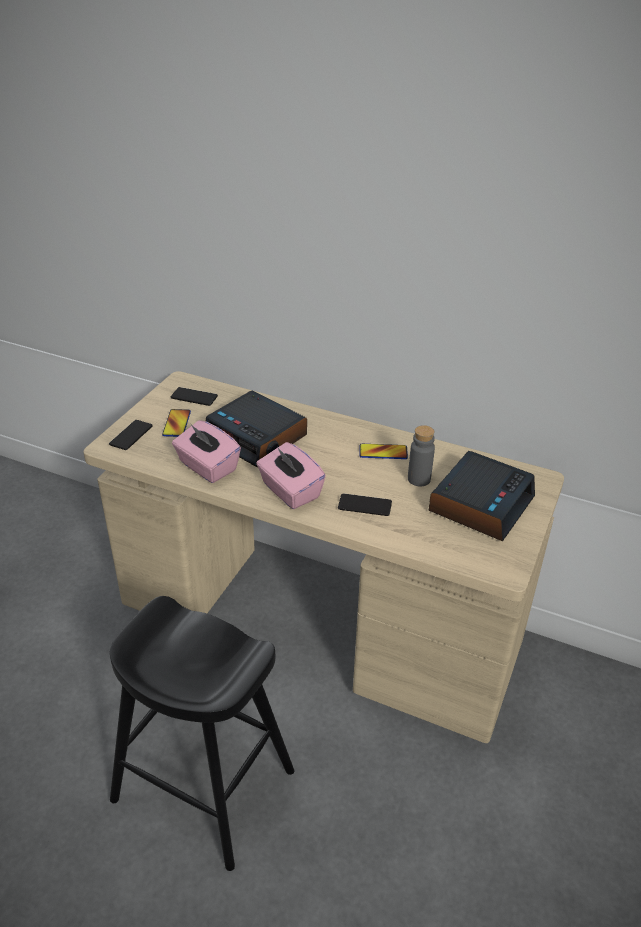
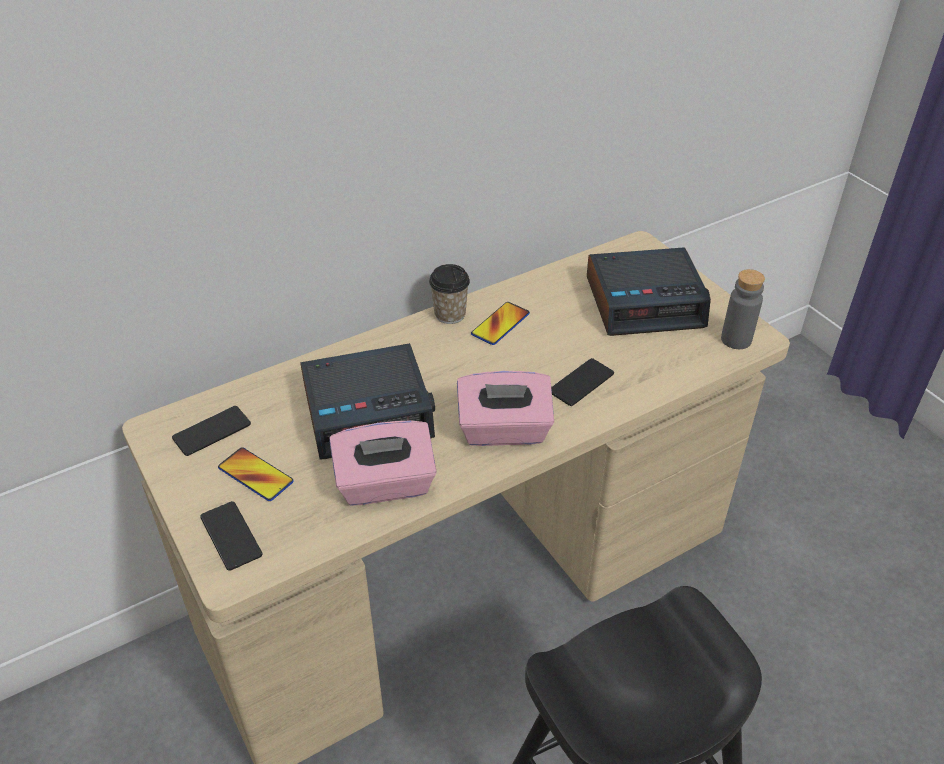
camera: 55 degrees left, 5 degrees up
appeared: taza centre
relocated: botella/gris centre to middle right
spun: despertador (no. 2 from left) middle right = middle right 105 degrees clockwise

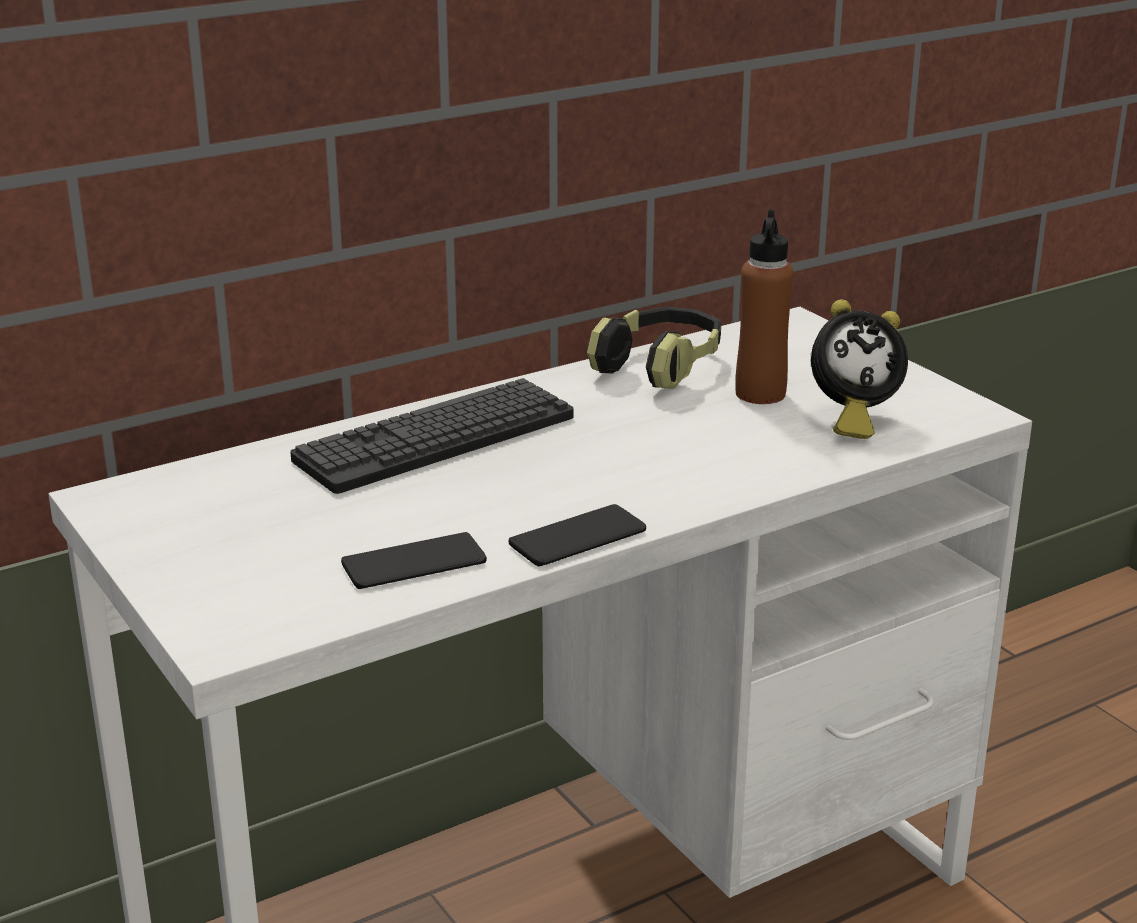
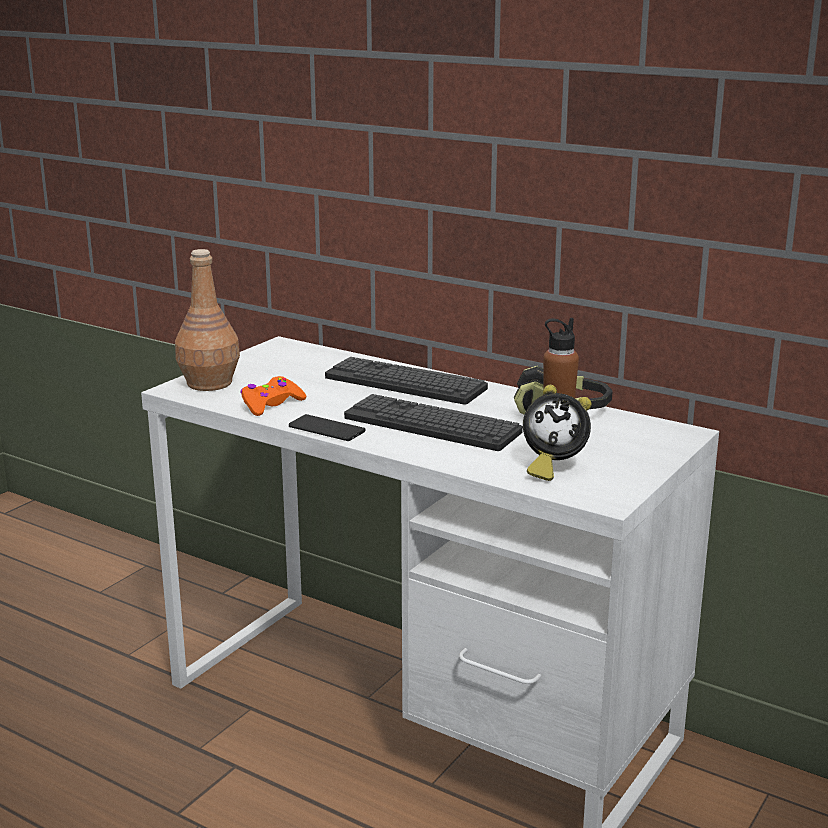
camera: 65 degrees right, 5 degrees down
appeared: botella/marrón (no. 1 from left) middle left; teclado (no. 2 from left) centre
exchanged: móvil (no. 1 from left) centre to mando de consola/naranja middle left
spun: despertador middle right = middle right 45 degrees counterclockwise

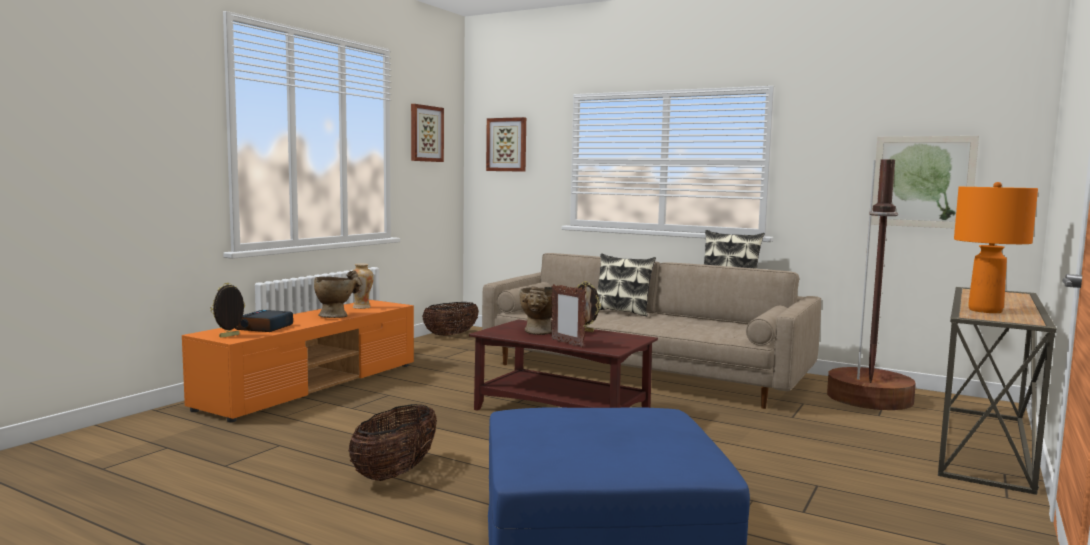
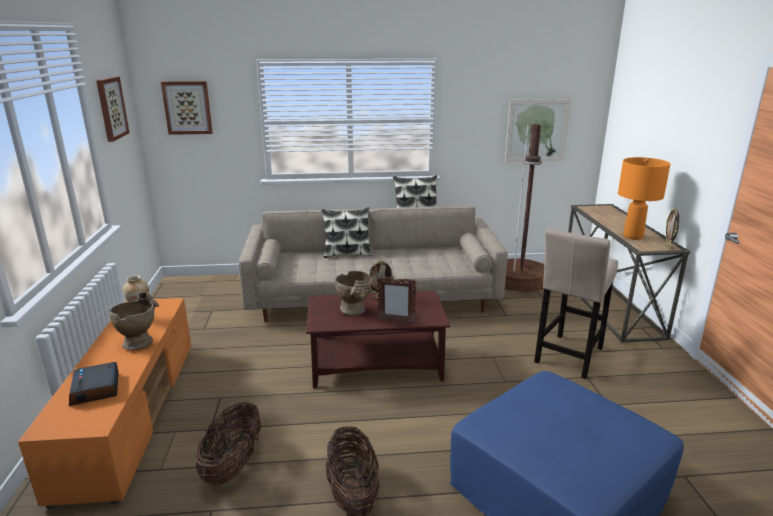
camera: 35 degrees left, 15 degrees up
appeared: taburete/beis middle right
relocated: portarretratos (no. 1 from left in the first image) middle left to portarretratos (no. 3 from left) middle right; cesta (no. 2 from left in the first image) centre to cesta (no. 1 from left) bottom left

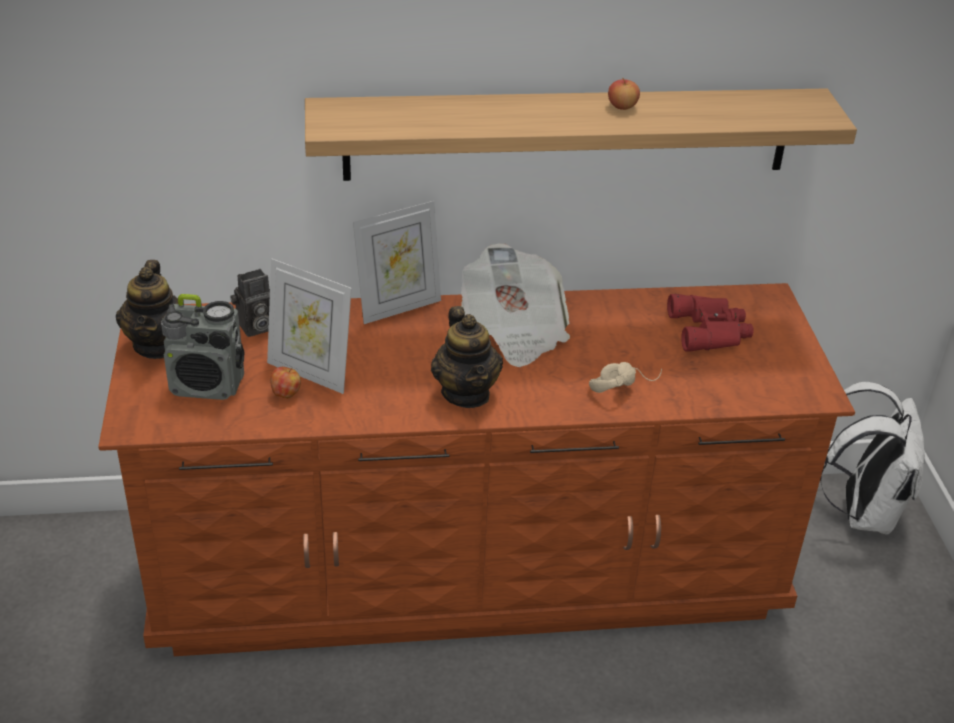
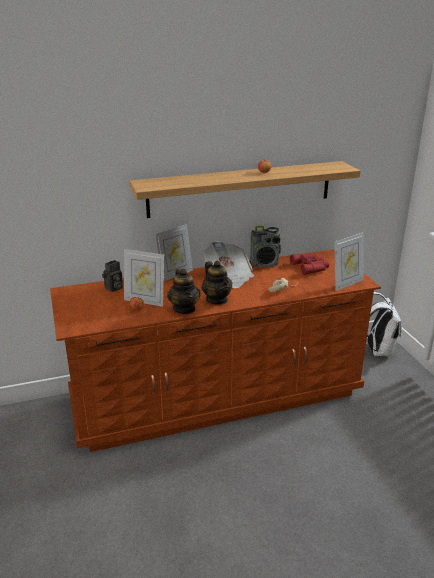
camera: 10 degrees left, 10 degrees down
appeared: portarretratos (no. 3 from left) middle right
relocated: tetera (no. 1 from left) middle left to centre; radio middle left to centre

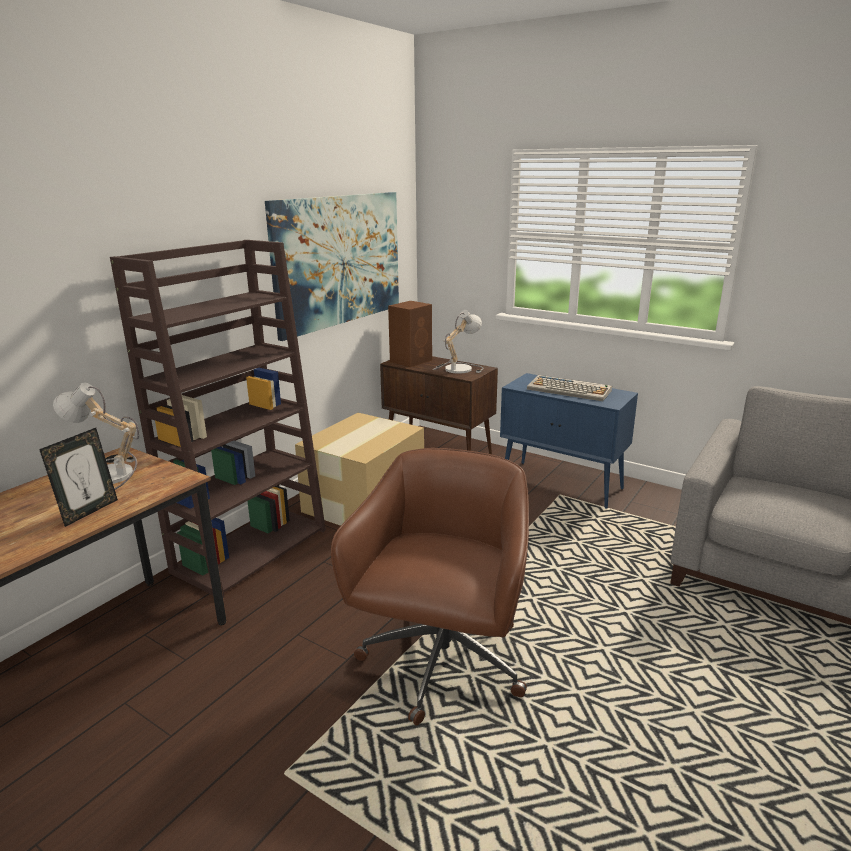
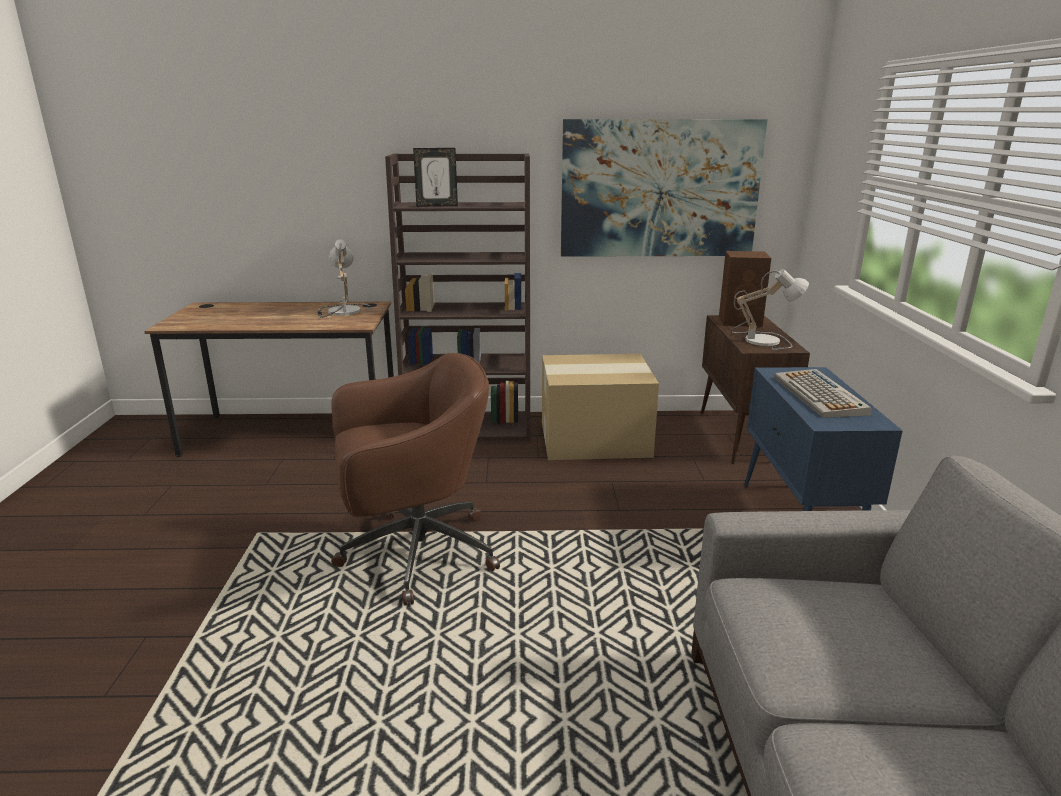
camera: 55 degrees right, 0 degrees up
relocated: portarretratos middle left to top centre

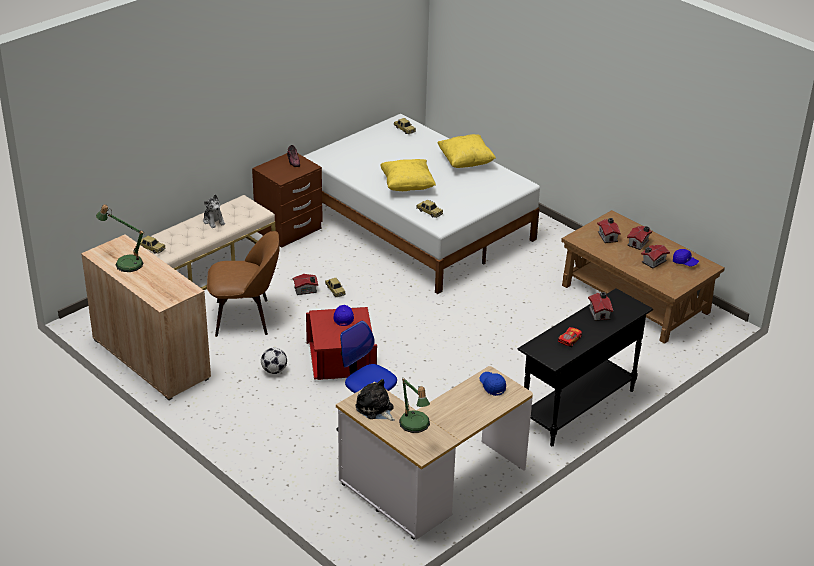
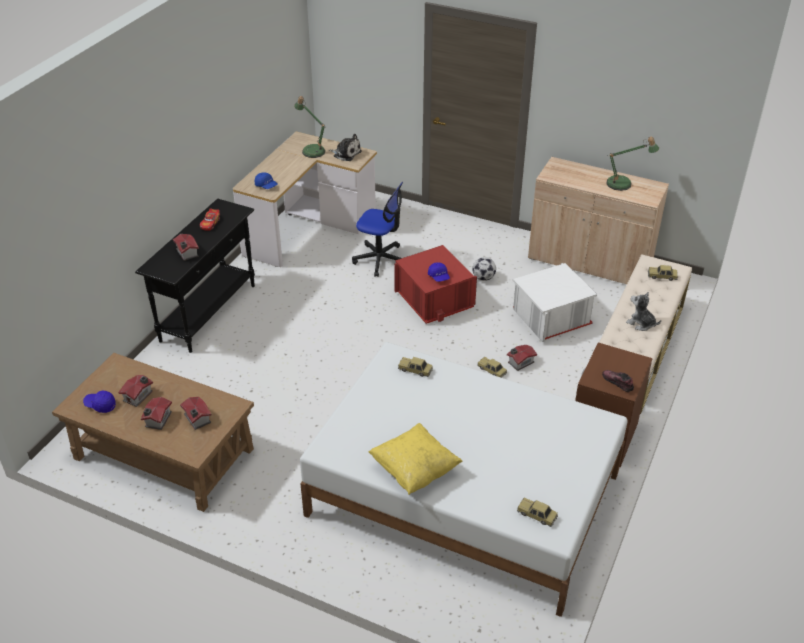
camera: 160 degrees right, 5 degrees up
missing: cojín/amarillo (no. 1 from left) top centre
exchanged: silla/marrón middle left to caja de almacenaje/blanco middle right

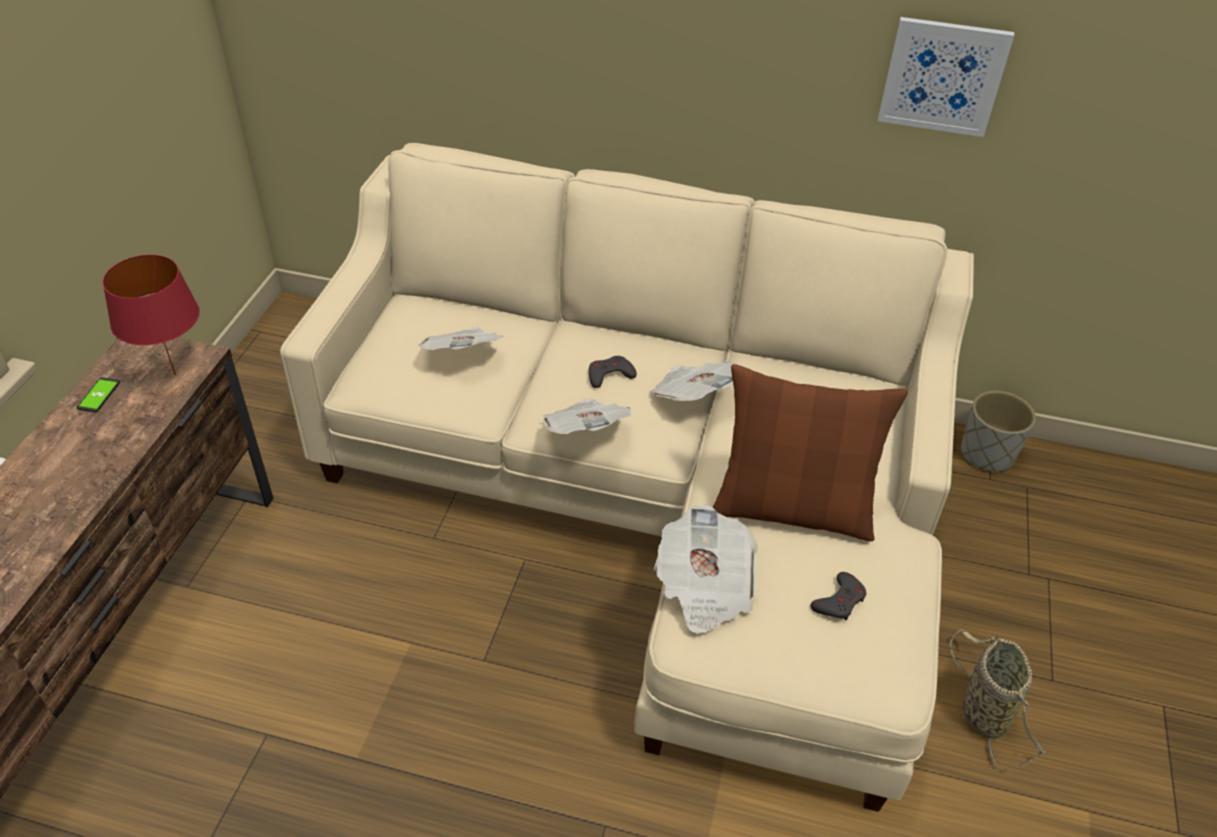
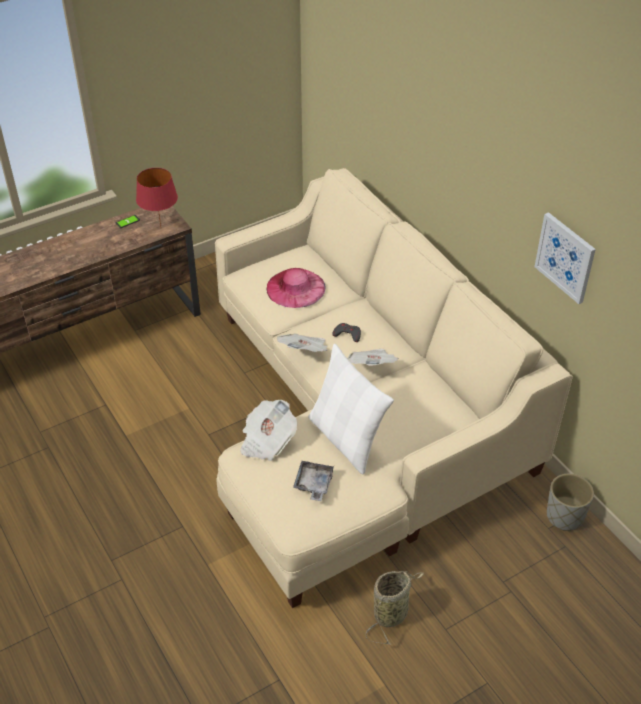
camera: 45 degrees right, 0 degrees up
exchanged: periódico (no. 1 from left) centre to sombrero/rosa centre; mando de consola/gris (no. 2 from left) bottom right to bandeja/gris bottom centre
colour: cojín/marrón centre to cojín/blanco centre

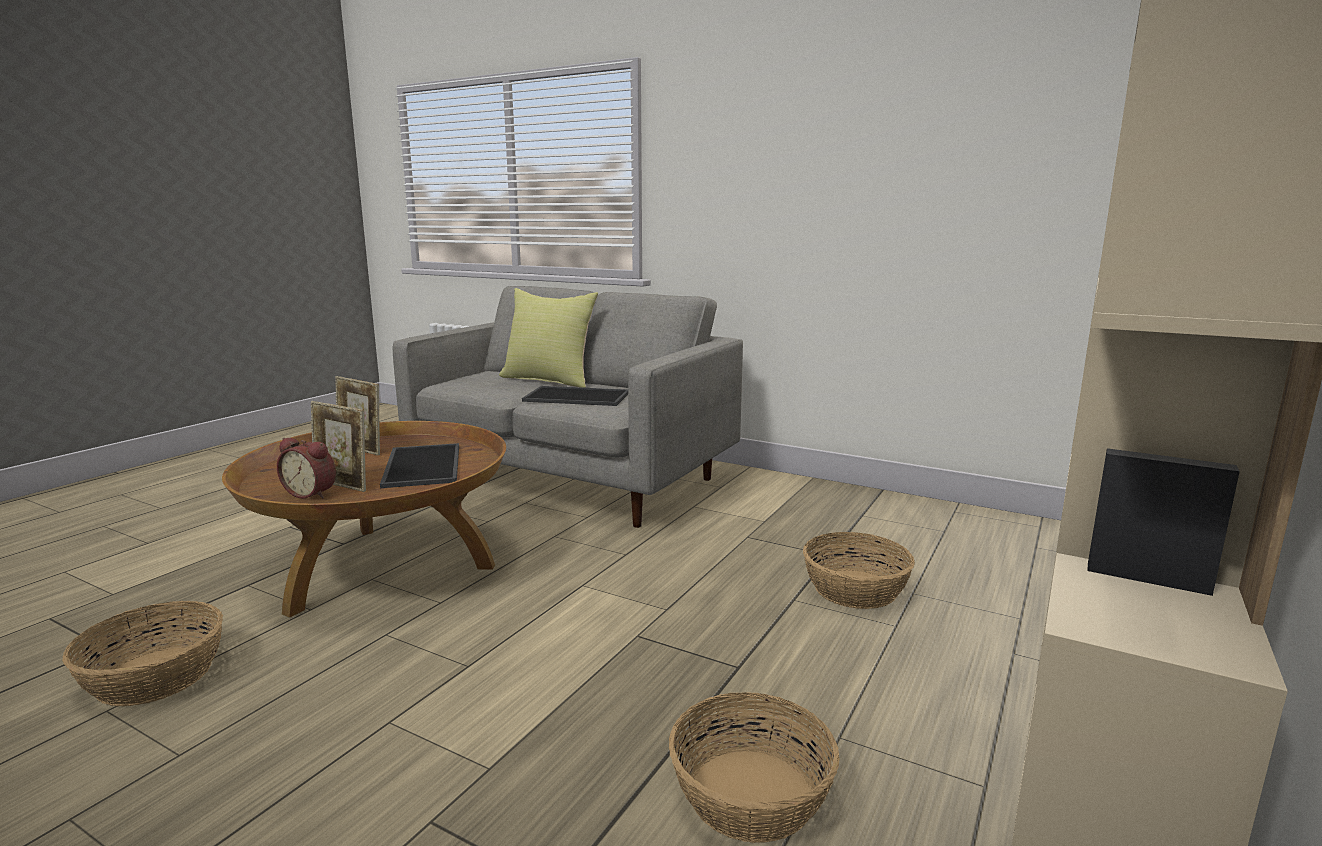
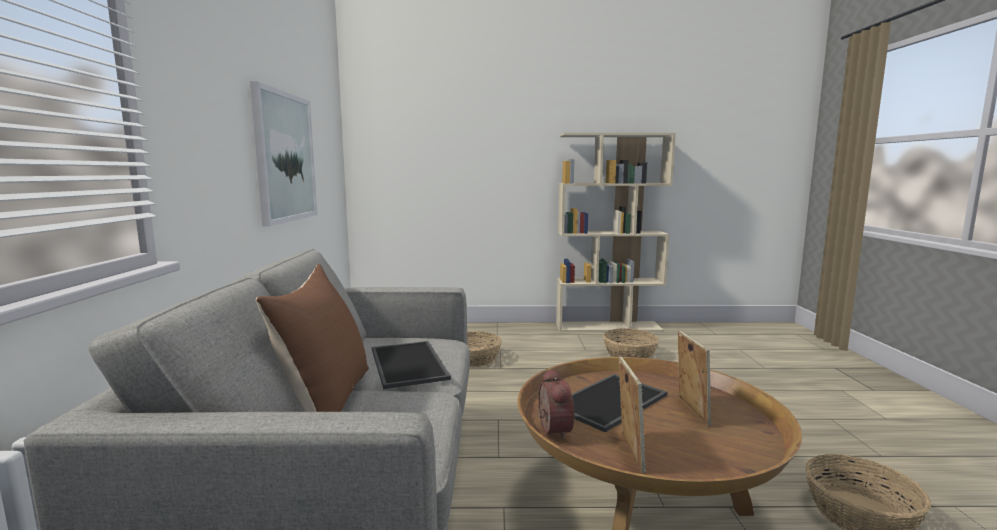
camera: 120 degrees left, 5 degrees down
appeared: cuadro top left
relocated: despertador middle left to bottom centre
colour: cojín/amarillo centre to cojín/marrón middle left

